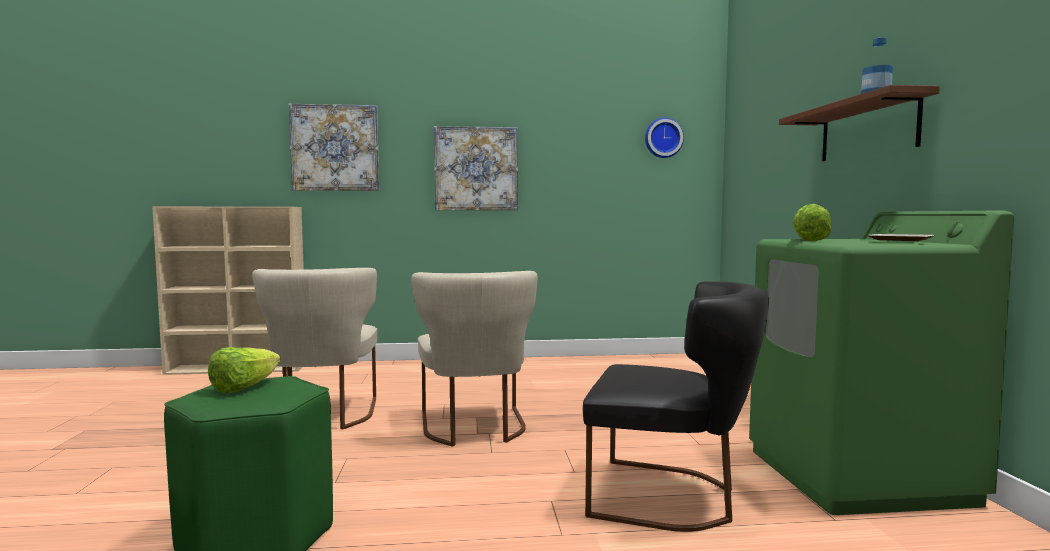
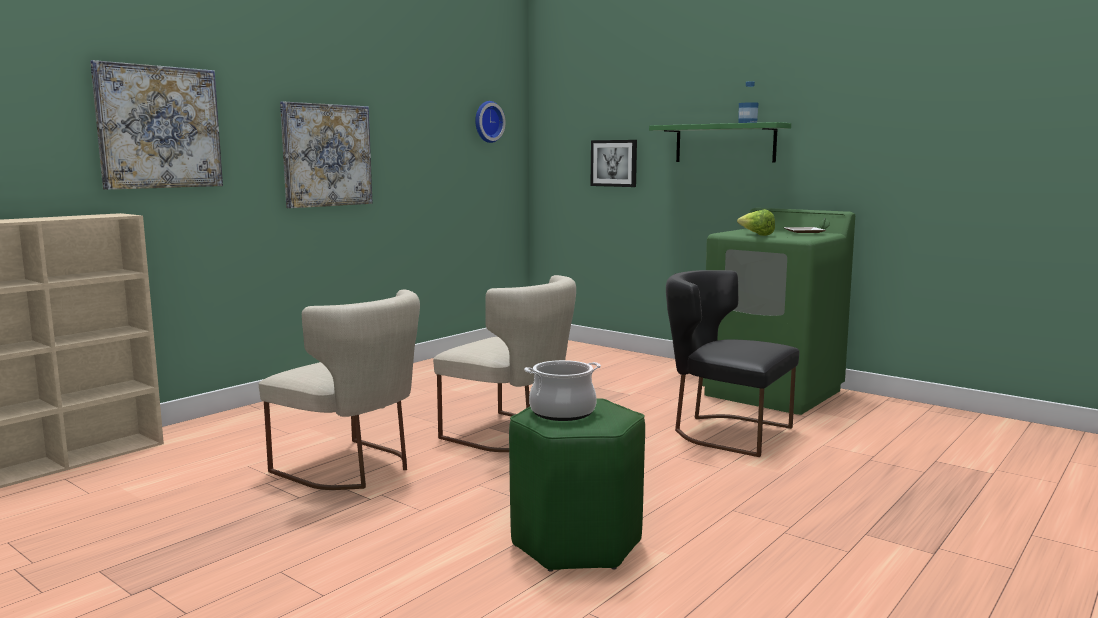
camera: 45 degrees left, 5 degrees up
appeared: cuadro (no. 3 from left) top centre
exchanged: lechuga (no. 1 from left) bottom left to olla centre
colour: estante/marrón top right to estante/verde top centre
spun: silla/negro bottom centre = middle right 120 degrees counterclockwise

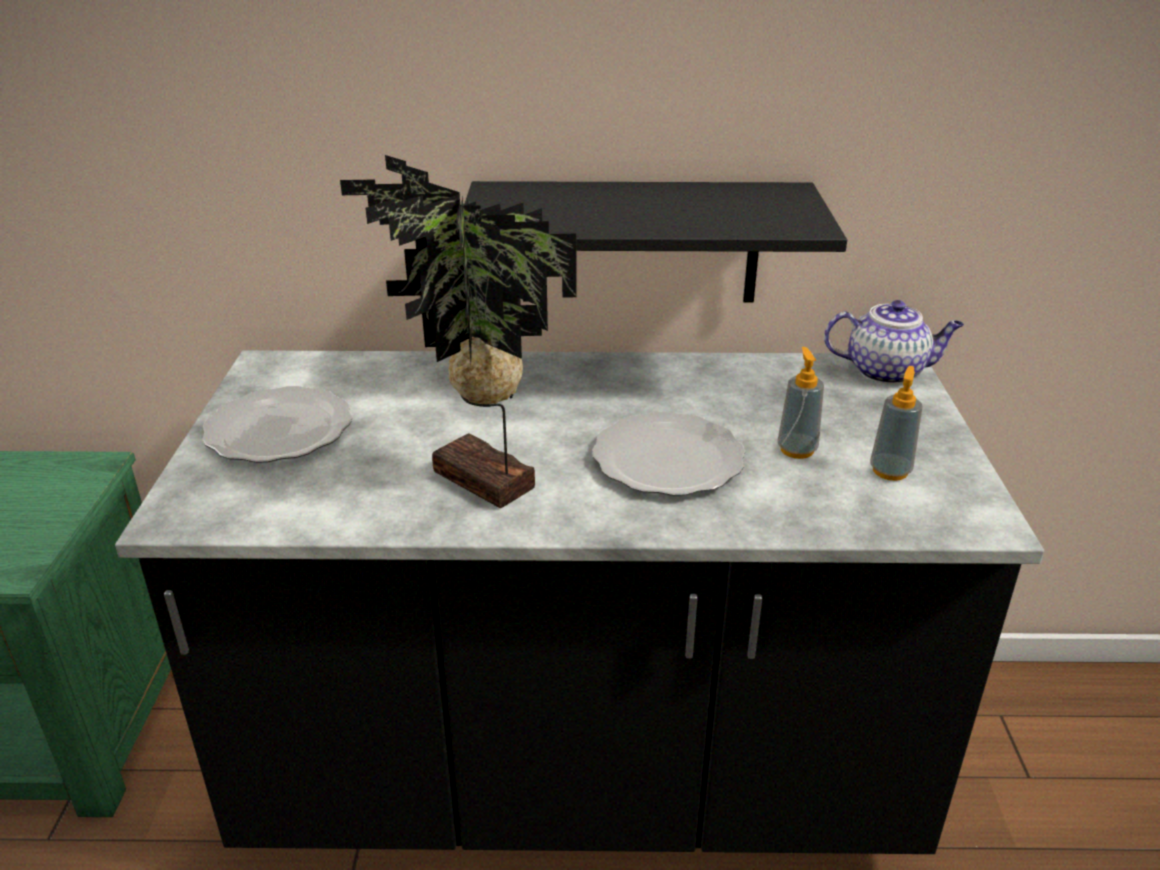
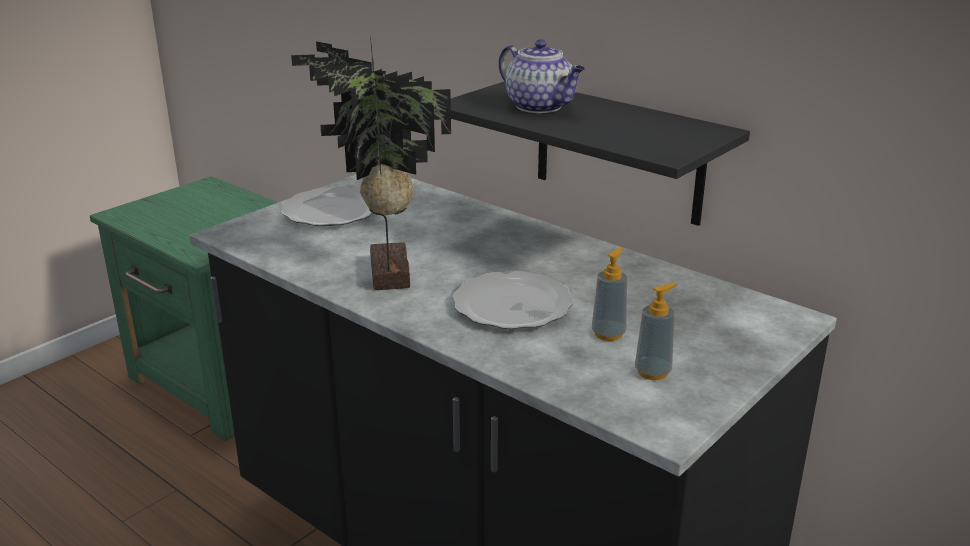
camera: 40 degrees right, 5 degrees down
relocated: tetera middle right to top centre

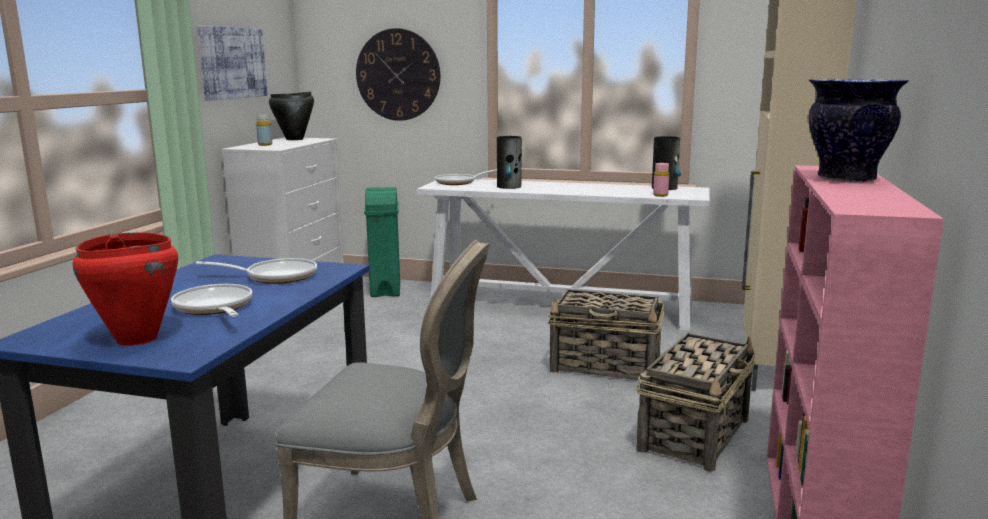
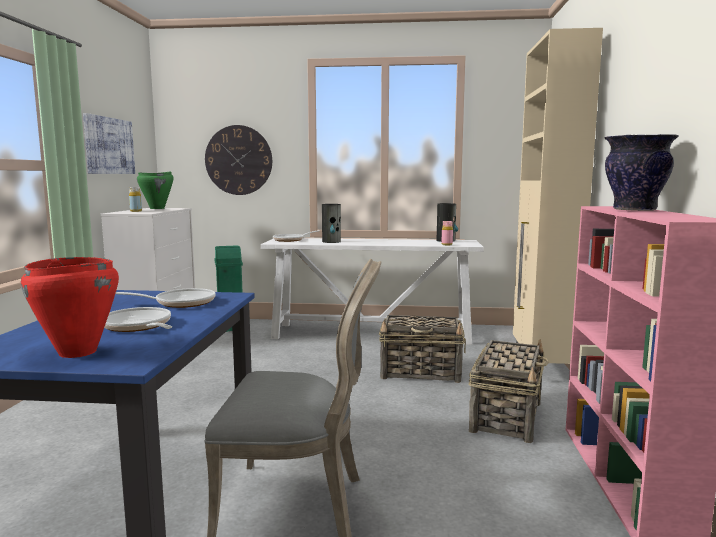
camera: 10 degrees left, 5 degrees down
colour: olla/negro top left to olla/verde middle left

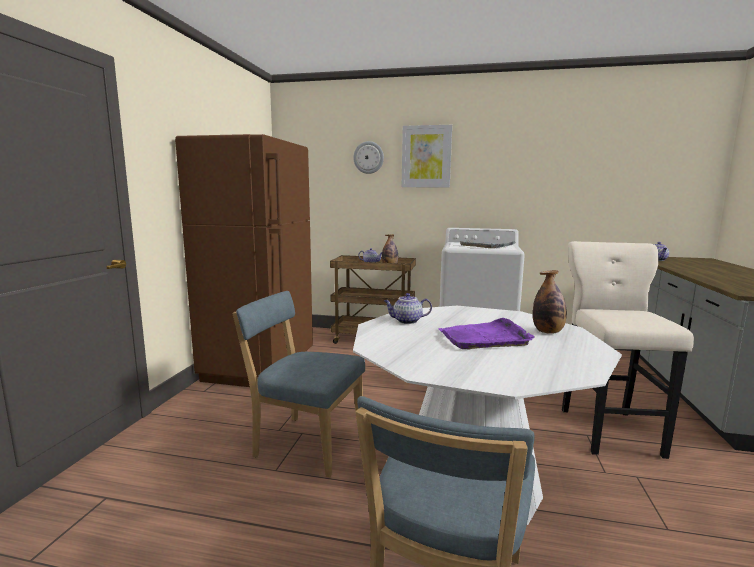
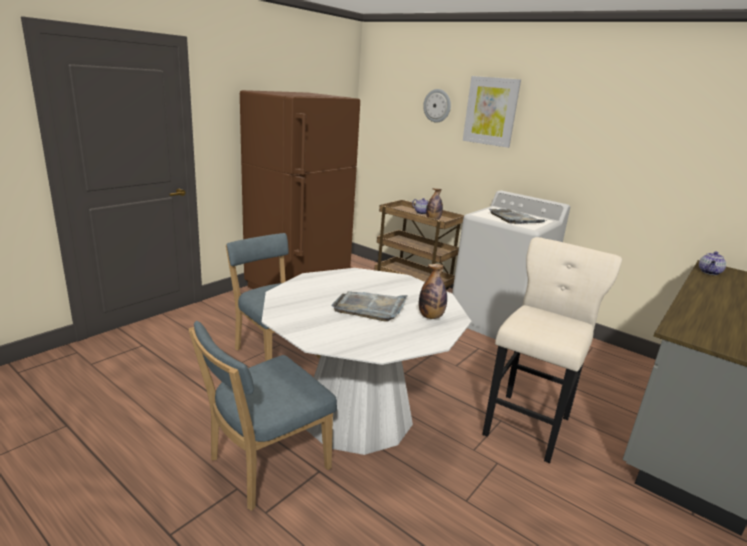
camera: 25 degrees right, 10 degrees up
missing: tetera (no. 2 from left) centre
colour: bandeja/morado centre to bandeja/gris (no. 1 from left) centre

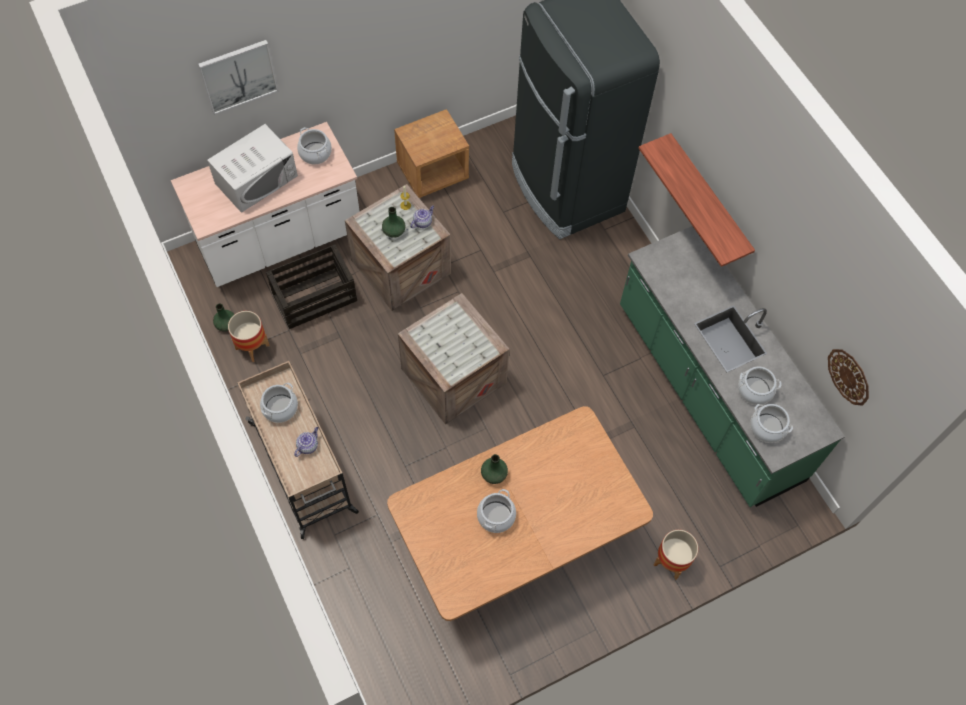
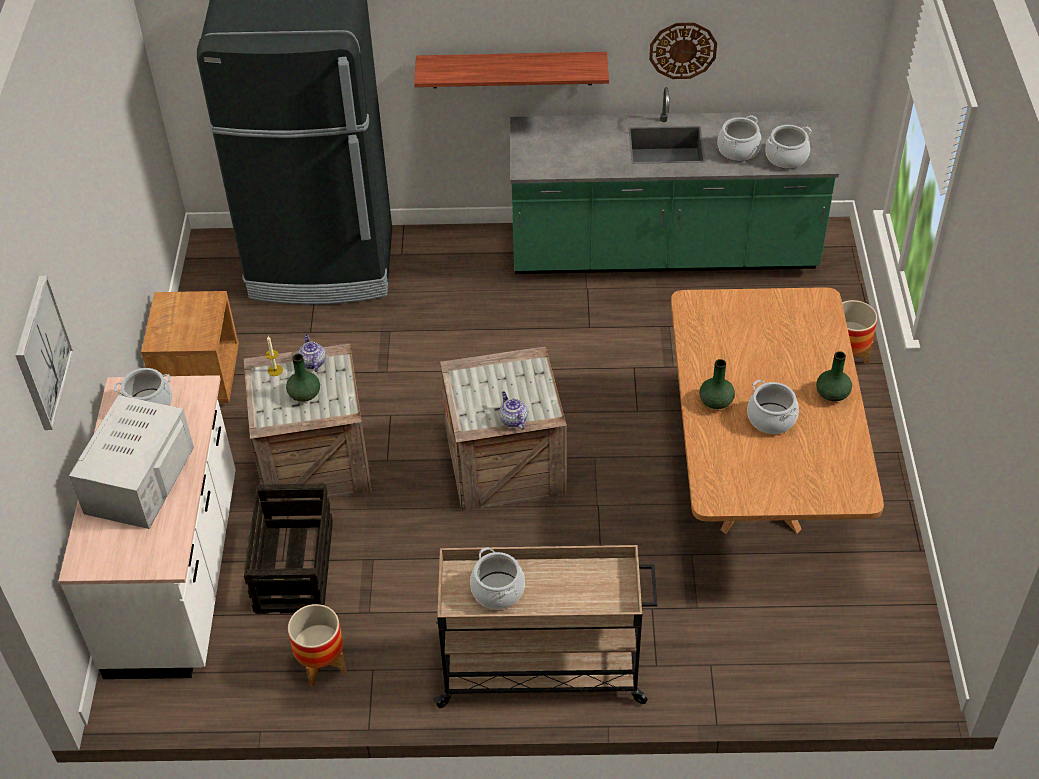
camera: 60 degrees left, 15 degrees down
relocated: florero/verde (no. 1 from left in the first image) middle left to florero/verde (no. 3 from left) middle right; tetera (no. 1 from left in the first image) middle left to tetera (no. 2 from left) centre; reloj de pared middle right to top centre
spun: microondas/blanco top left = middle left 150 degrees counterclockwise

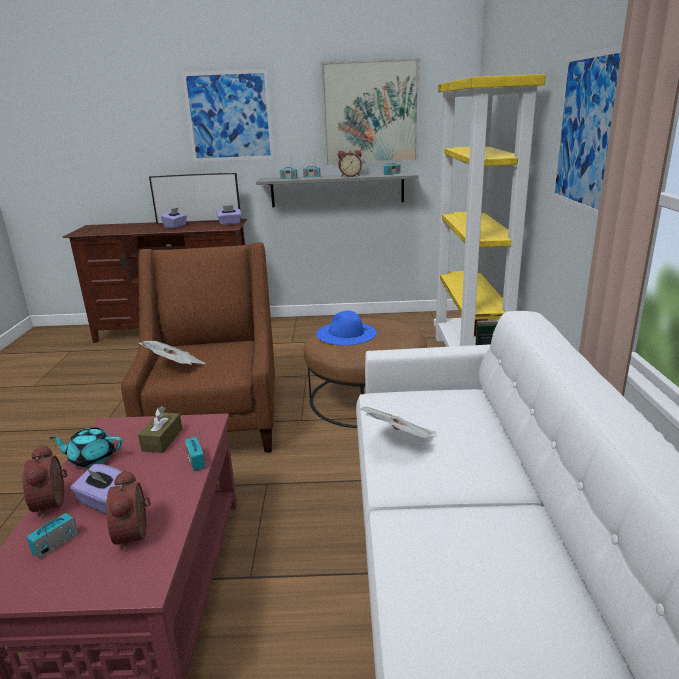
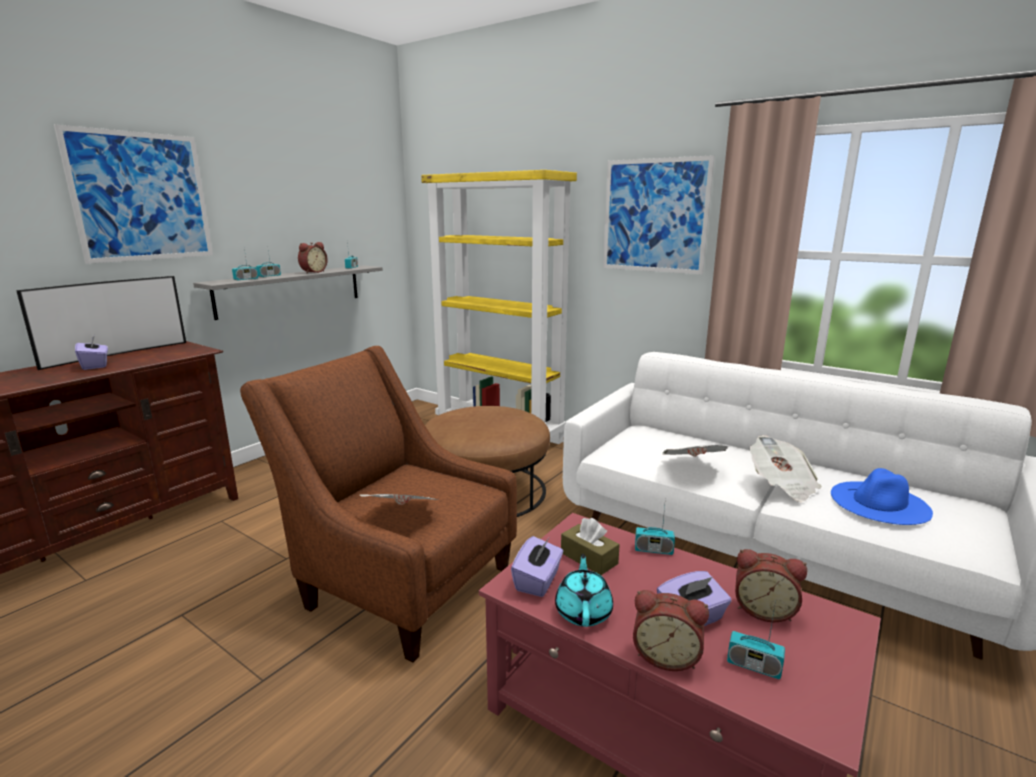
camera: 55 degrees left, 5 degrees down
missing: cuadro (no. 2 from left) top centre
appeared: periódico (no. 3 from left) middle right
relocated: caja de pañuelos/morado (no. 3 from left in the first image) top centre to caja de pañuelos/morado (no. 2 from left) bottom centre; sombrero/azul centre to middle right
spun: radio (no. 1 from left in the first image) bottom left = bottom right 45 degrees counterclockwise; tetera/turquesa middle left = bottom centre 150 degrees clockwise

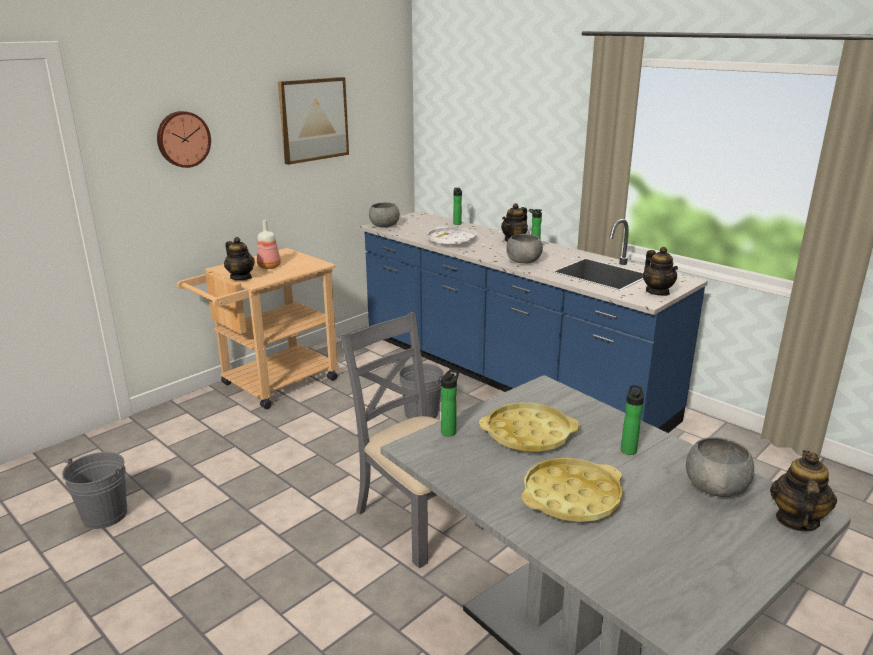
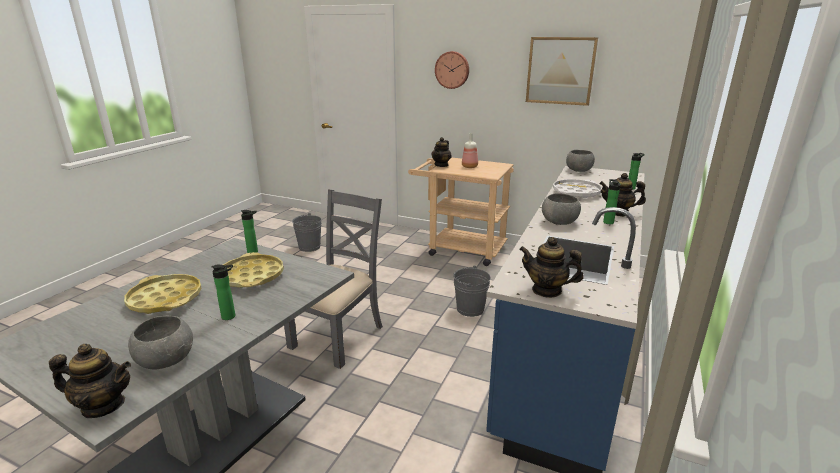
camera: 70 degrees right, 0 degrees up
spun: tetera (no. 3 from left) middle right = centre 60 degrees clockwise

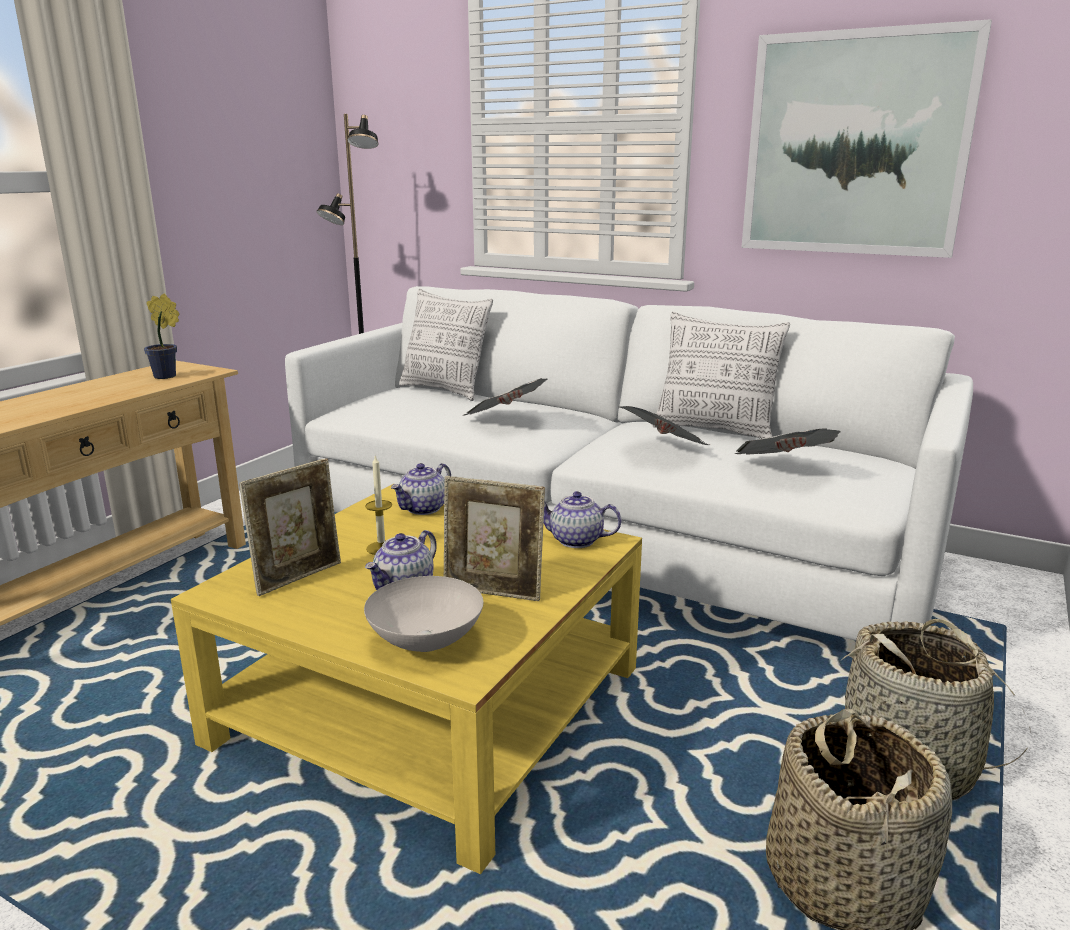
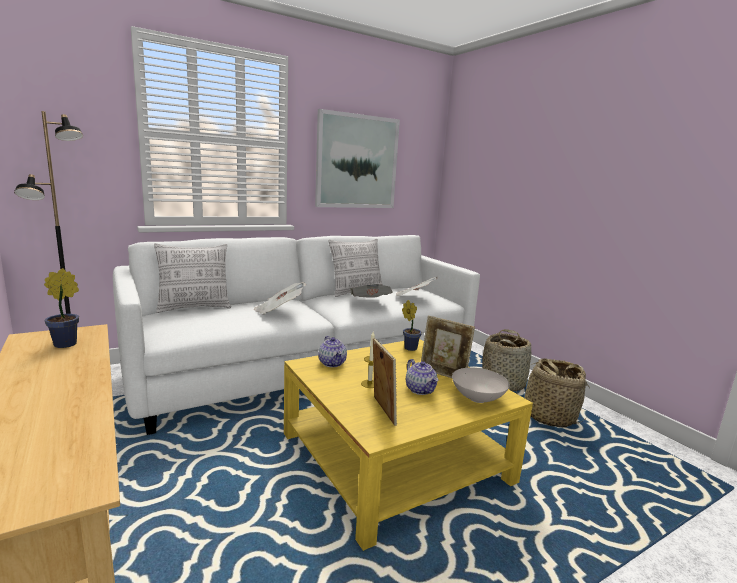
camera: 60 degrees left, 5 degrees down
exchanged: tetera (no. 3 from left) centre to planta en maceta (no. 2 from left) centre
spun: portarretratos (no. 2 from left) centre = centre 75 degrees clockwise

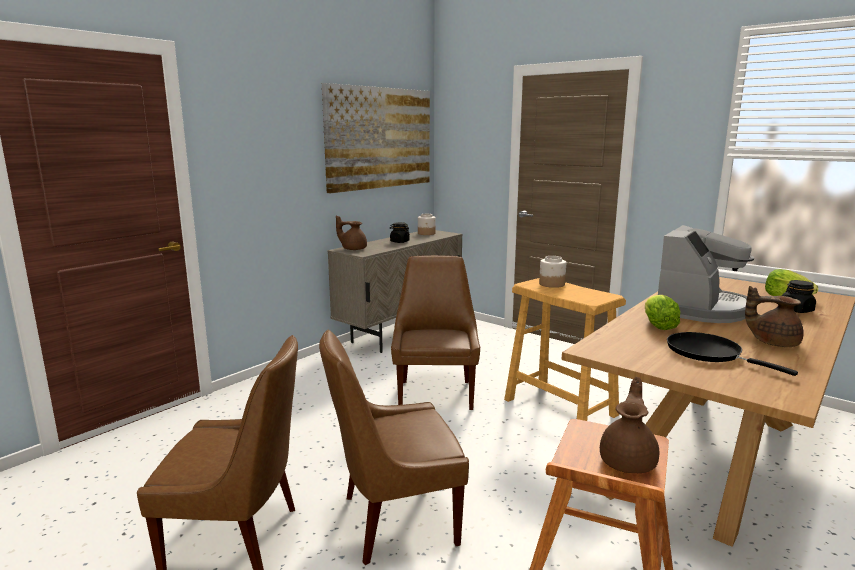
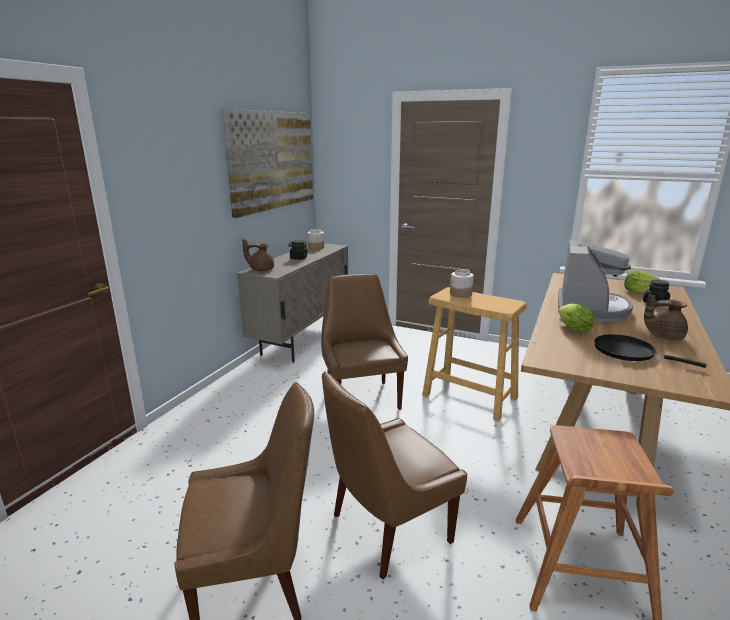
camera: 15 degrees left, 5 degrees up
missing: tetera/marrón (no. 2 from left) bottom right

